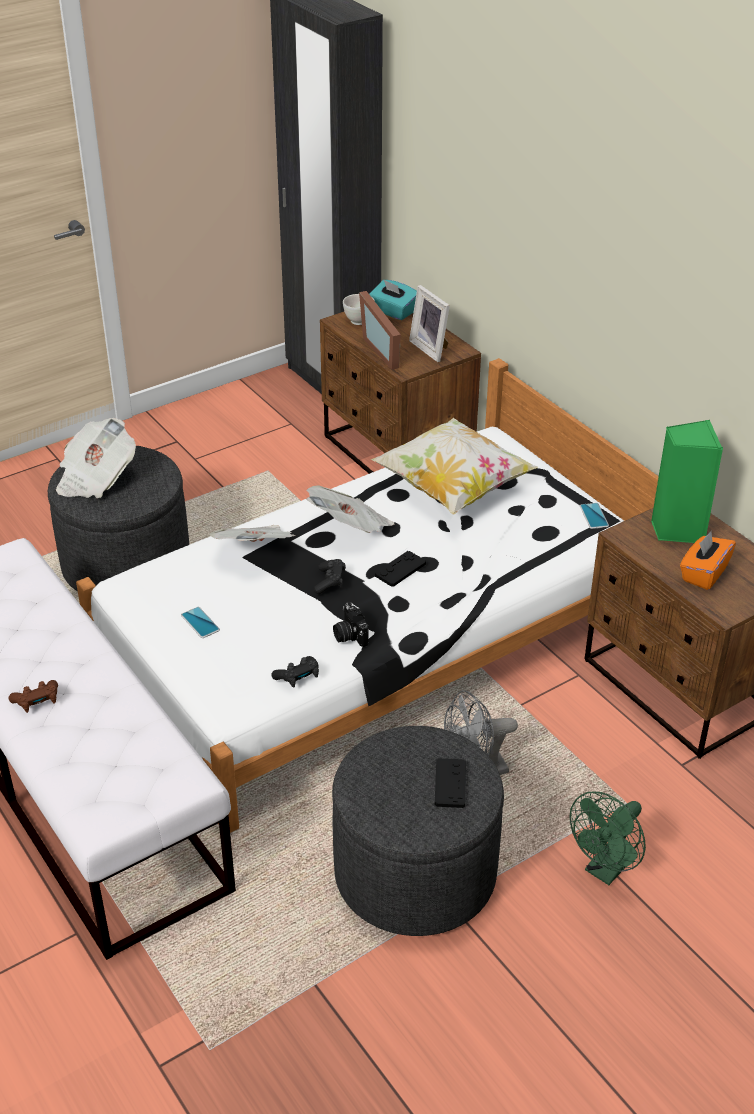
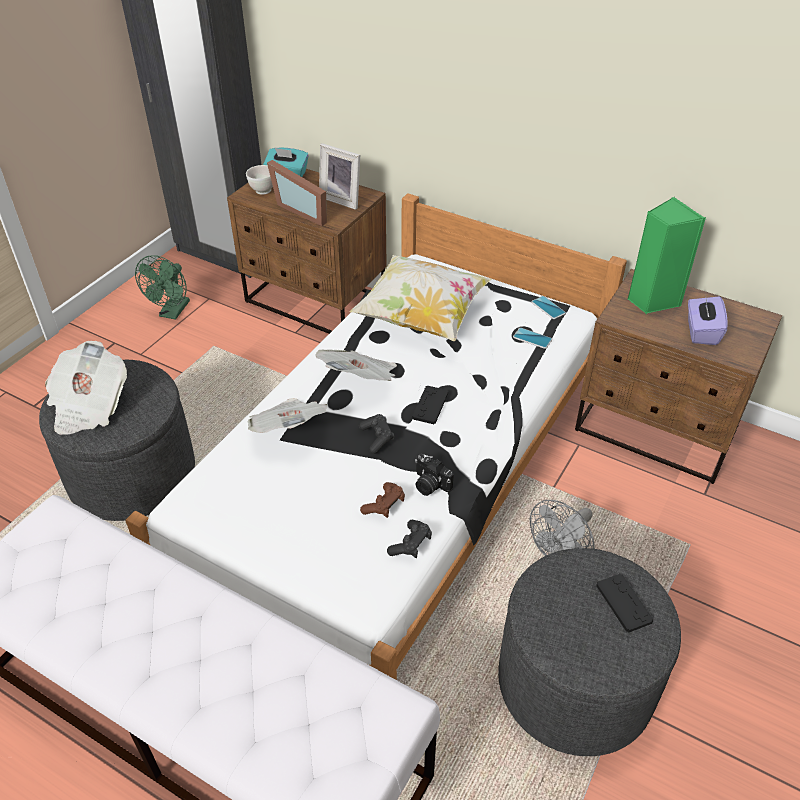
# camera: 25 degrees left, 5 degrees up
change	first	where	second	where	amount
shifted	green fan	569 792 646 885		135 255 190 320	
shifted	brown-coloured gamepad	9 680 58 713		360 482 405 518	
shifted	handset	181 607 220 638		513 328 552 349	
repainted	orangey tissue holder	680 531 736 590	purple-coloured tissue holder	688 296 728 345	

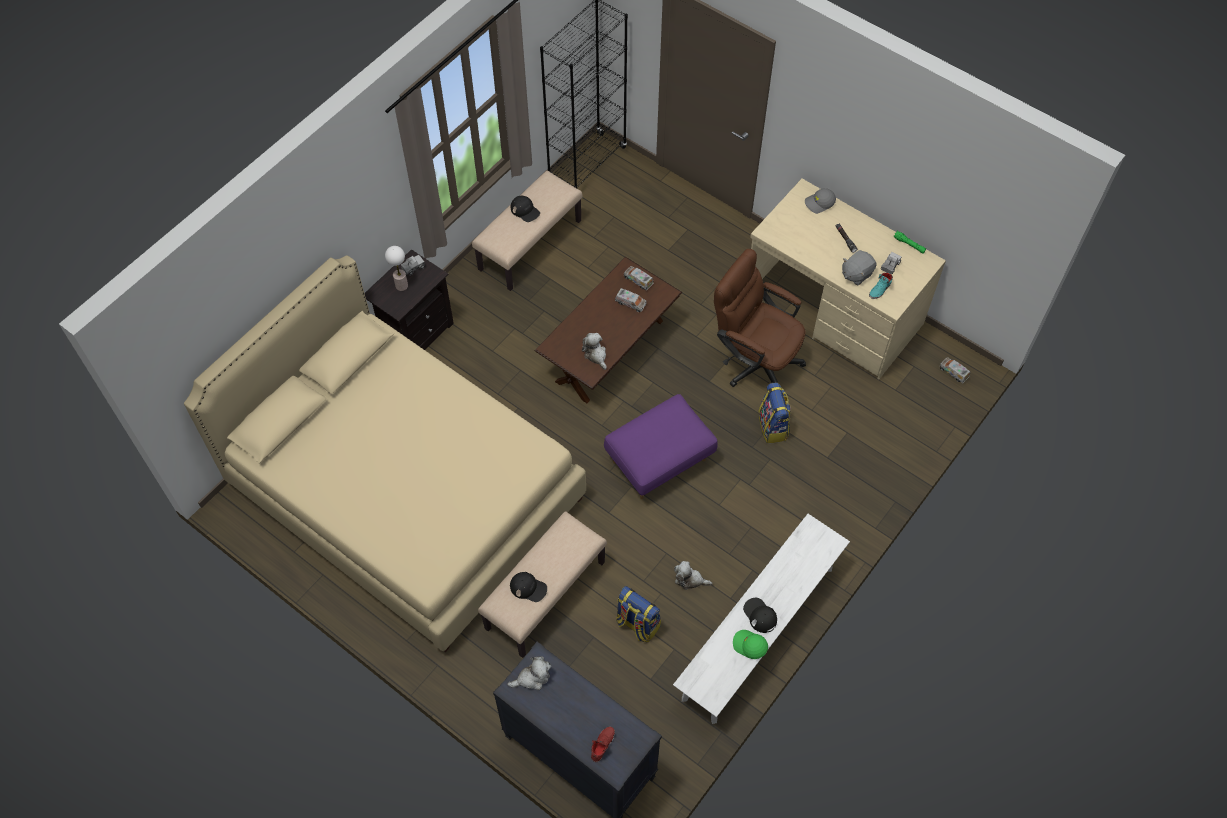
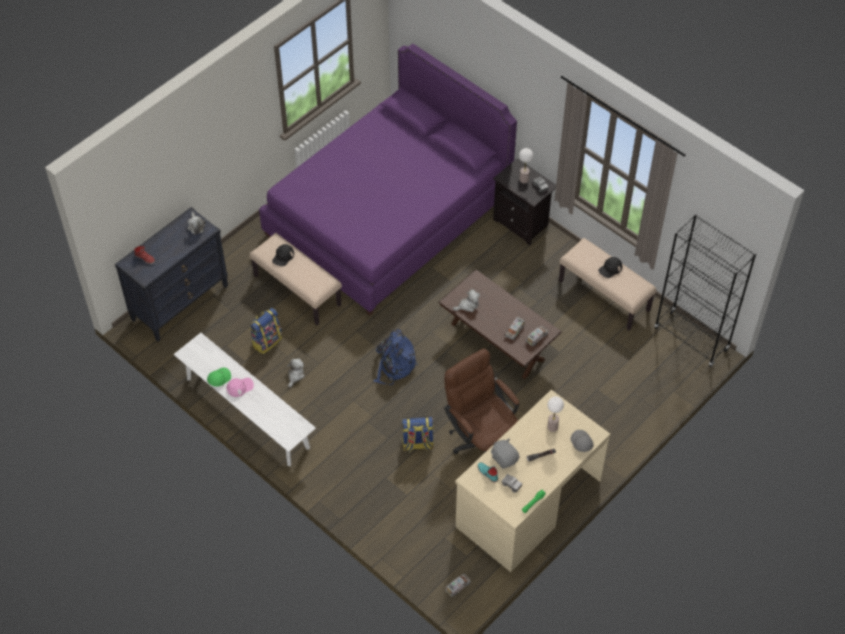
# camera: 95 degrees right, 5 degrees down
change	first	where	second	where	amount
repainted	black-coloured baseball cap	743 598 777 633	pink baseball cap	227 378 254 397	
repainted	beige-coloured sleeping bed	184 255 586 652	purple-coloured sleeping bed	259 44 517 316	
swapped	purple-coloured footrest	604 394 718 499	bluish rucksack	374 329 418 385	
rotated	brown-coloured computer chair	714 249 806 387		444 348 519 454	75 degrees counterclockwise
new			tabletop lamp	547 396 564 432	

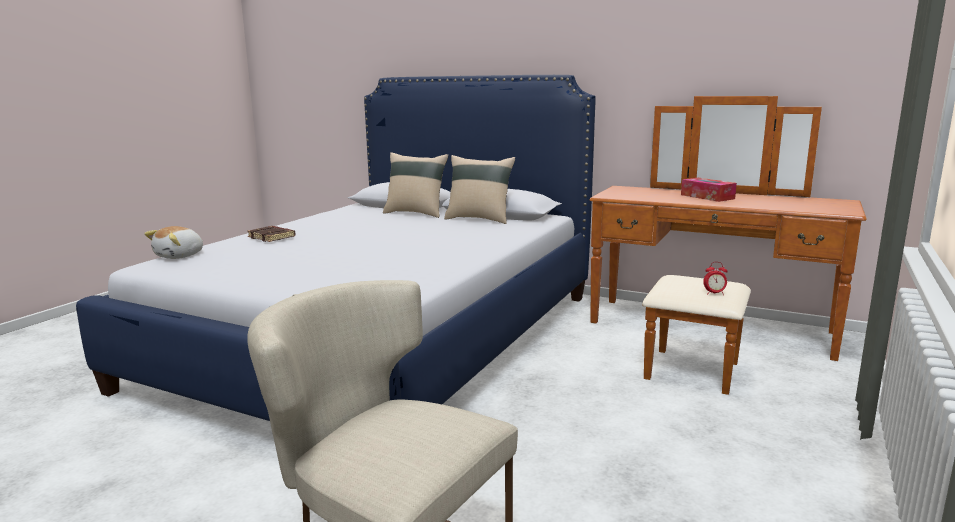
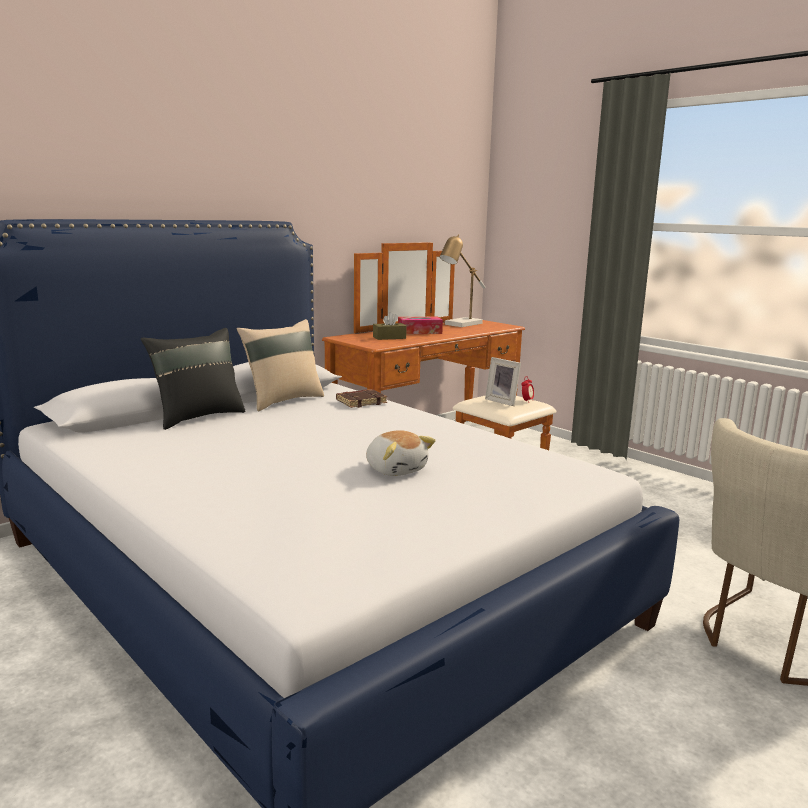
# camera: 70 degrees left, 0 degrees up
change	first	where	second	where	amount
repainted	beige-coloured pillow	383 152 448 218	black-coloured pillow	141 328 246 430	
shifted	brown-coloured bound book	247 226 295 242		336 389 387 408	
shifted	cuddly toy	144 226 203 259		366 430 436 476	
new			brown-coloured tissue holder	373 312 407 340	
new			tabletop lamp	440 234 485 327	
new			photo frame	485 357 521 406	

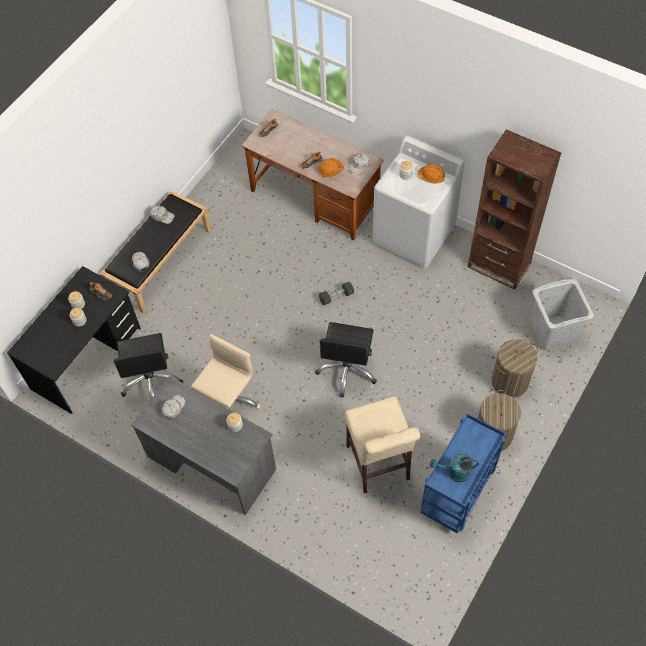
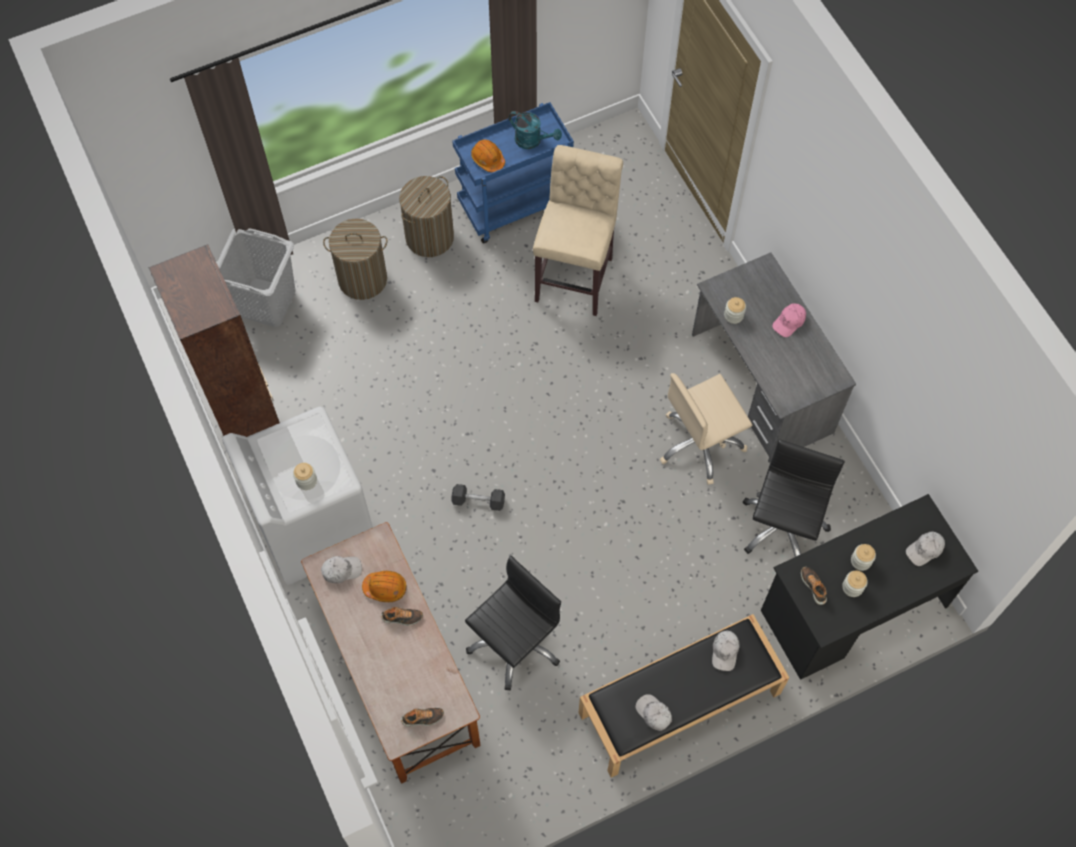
# camera: 150 degrees left, 5 degrees up
change	first	where	second	where	amount
shifted	black-coloured computer chair	315 322 377 398		465 556 561 690	
shifted	orangey hard hat	418 164 445 183		471 139 505 172	
new			pink baseball cap	772 303 806 337	
shifted	white-coloured baseball cap	162 395 185 419		906 532 945 566	

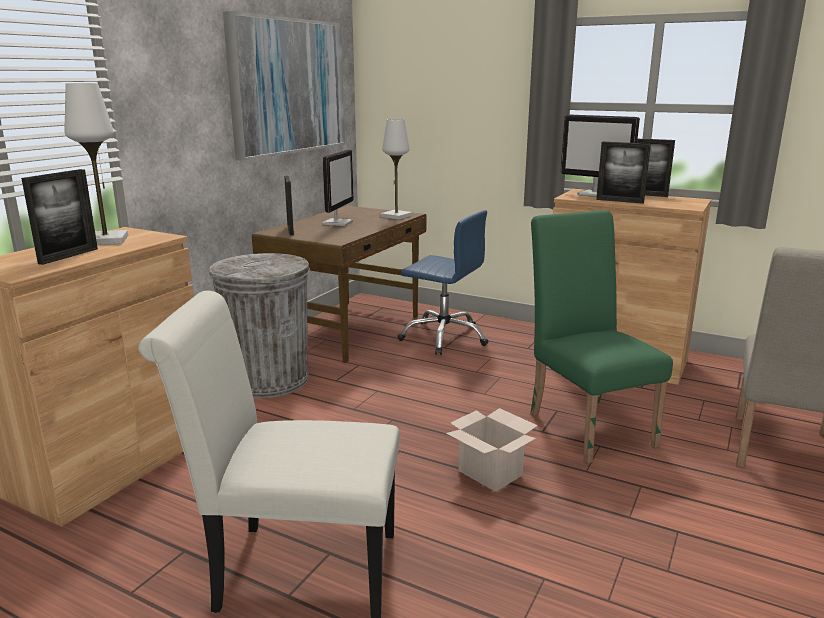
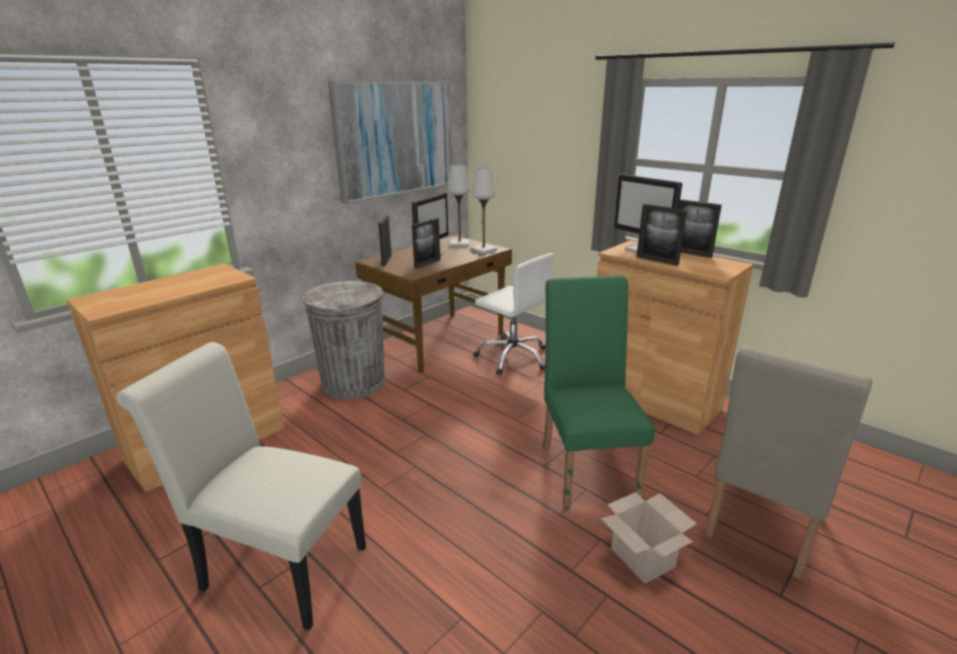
# camera: 15 degrees right, 5 degrees up
change	first	where	second	where	amount
shifted	photo frame	21 169 98 265		412 218 440 269	
shifted	white-coloured tabletop lamp	65 83 128 245		447 164 470 247	
repainted	bluish computer chair	397 210 489 355	white-coloured computer chair	473 253 554 375	
shifted	carton	446 408 538 492		601 492 697 583	

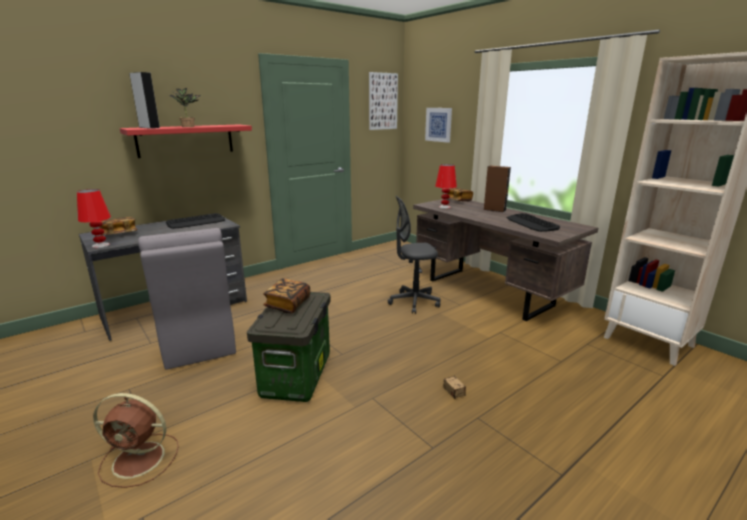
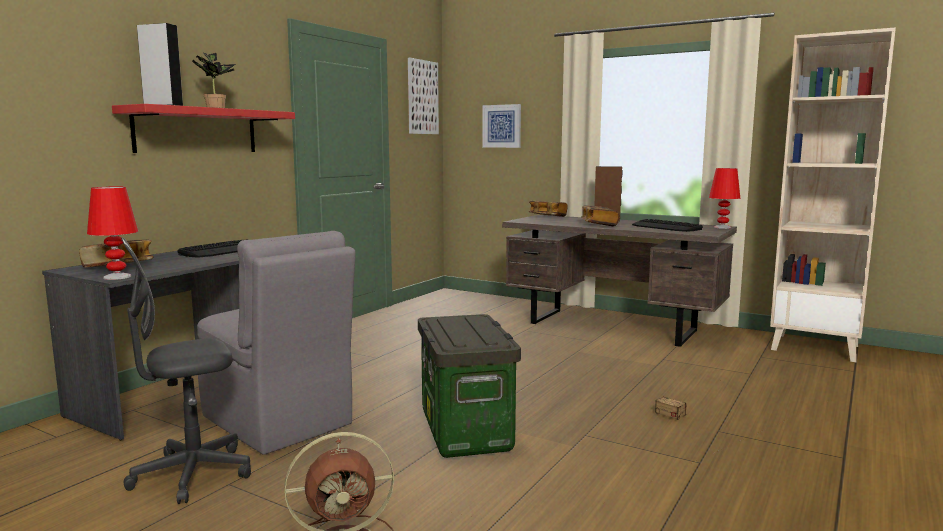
# camera: 20 degrees left, 10 degrees down
change	first	where	second	where	amount
shifted	grey computer chair	388 196 441 314		121 238 251 504	
shifted	bound book	263 278 310 313		581 205 619 226	
shifted	red tabletop lamp	435 164 457 209		709 168 740 229	

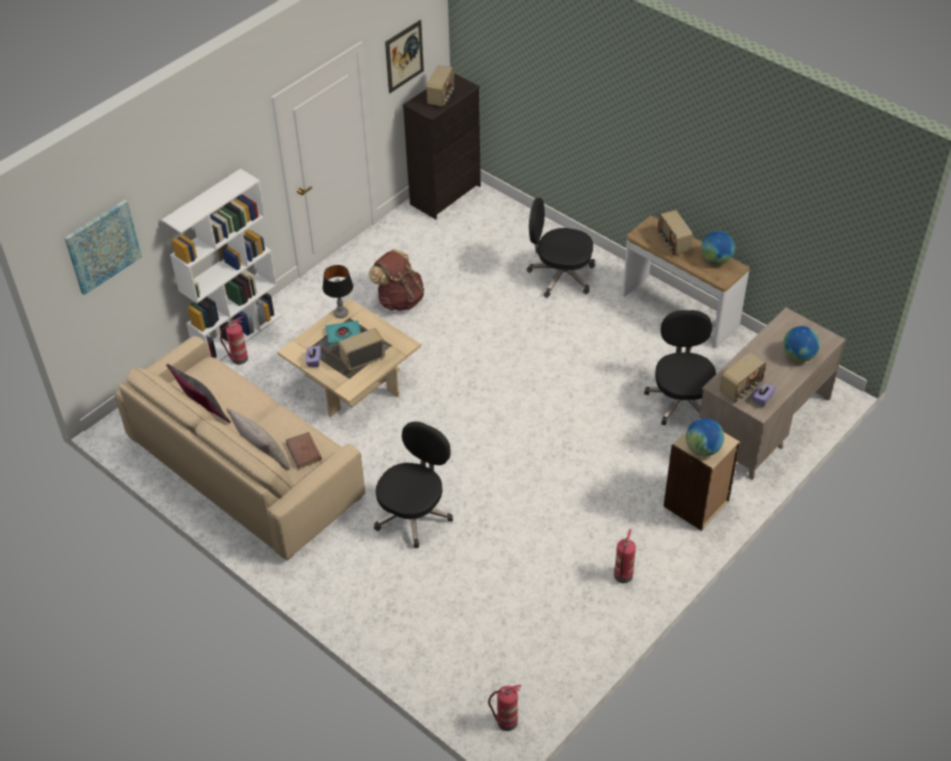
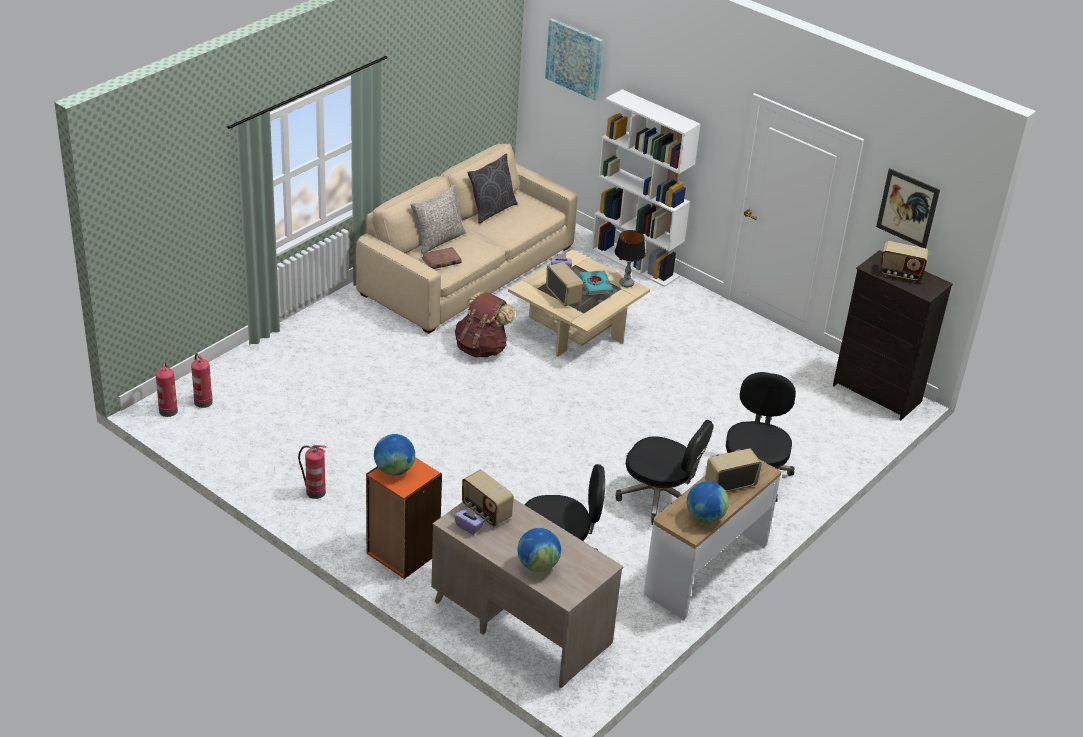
# camera: 85 degrees right, 10 degrees down
change	first	where	second	where	amount
shifted	extinguisher	220 317 248 365		191 353 213 408	
repainted	beige-coloured shelving unit	663 417 741 531	orangey shelving unit	366 457 442 579	
shifted	brown-coloured rucksack	368 249 424 311		455 292 515 358	
shifted	black-coloured computer chair	374 421 453 548		616 420 714 525	

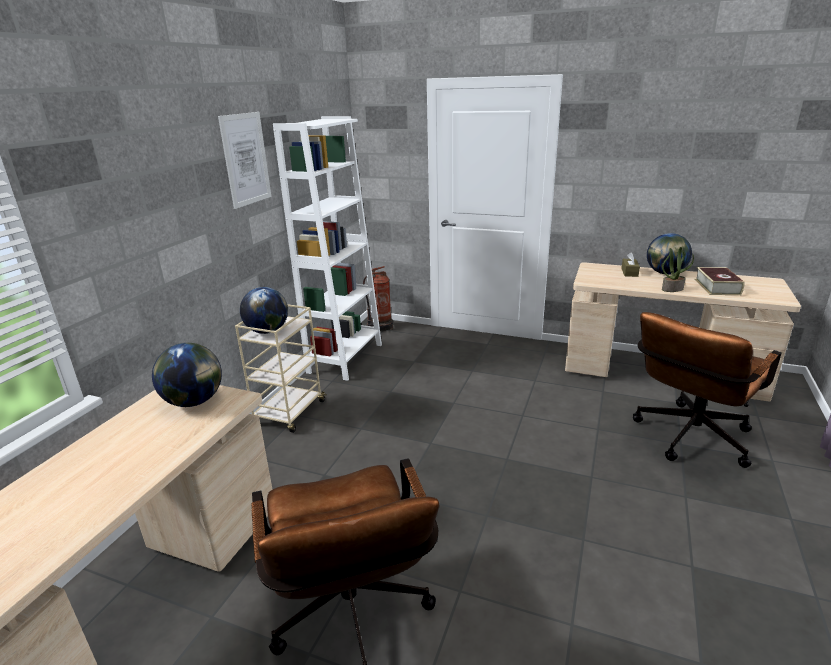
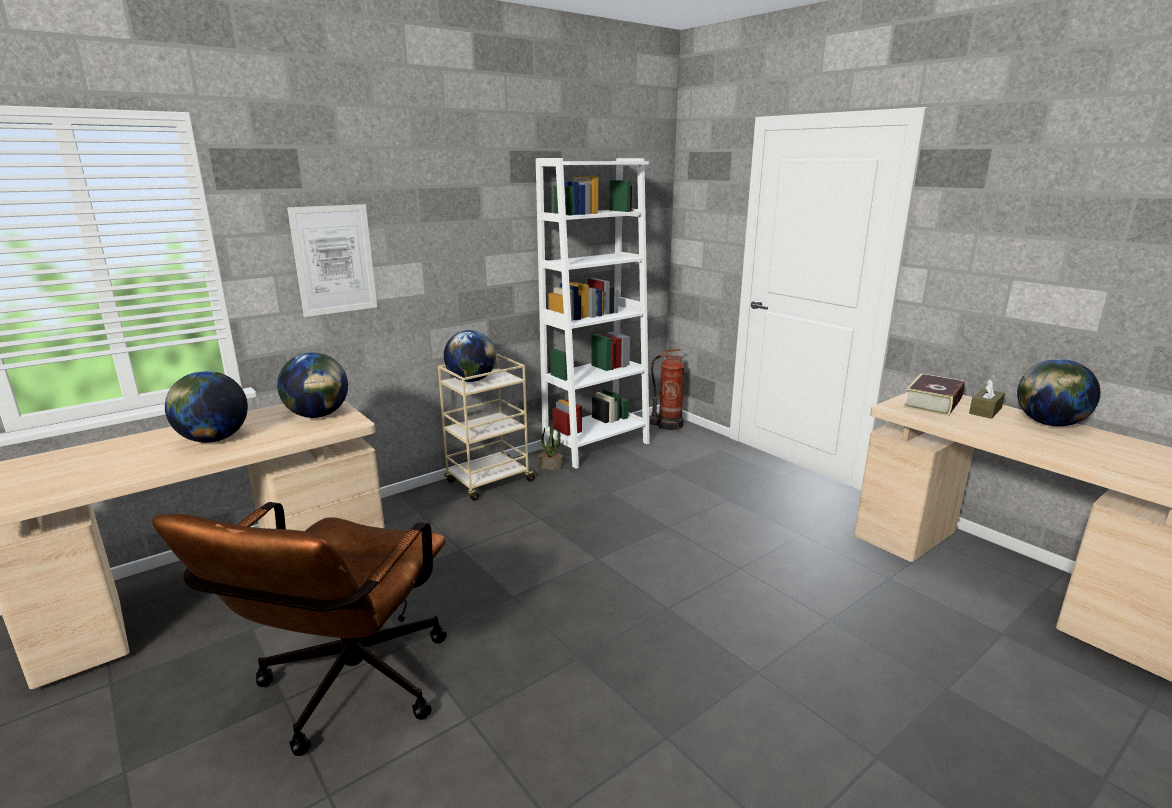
# camera: 30 degrees right, 5 degrees down
change	first	where	second	where	amount
new			globe	165 371 248 443	
shifted	picture	218 112 271 209		287 204 377 317	
shifted	houseplant	662 247 694 292		538 423 563 470	
shifted	bound book	694 267 745 295		903 373 965 416	
gone	brown-coloured computer chair	633 312 781 468			

